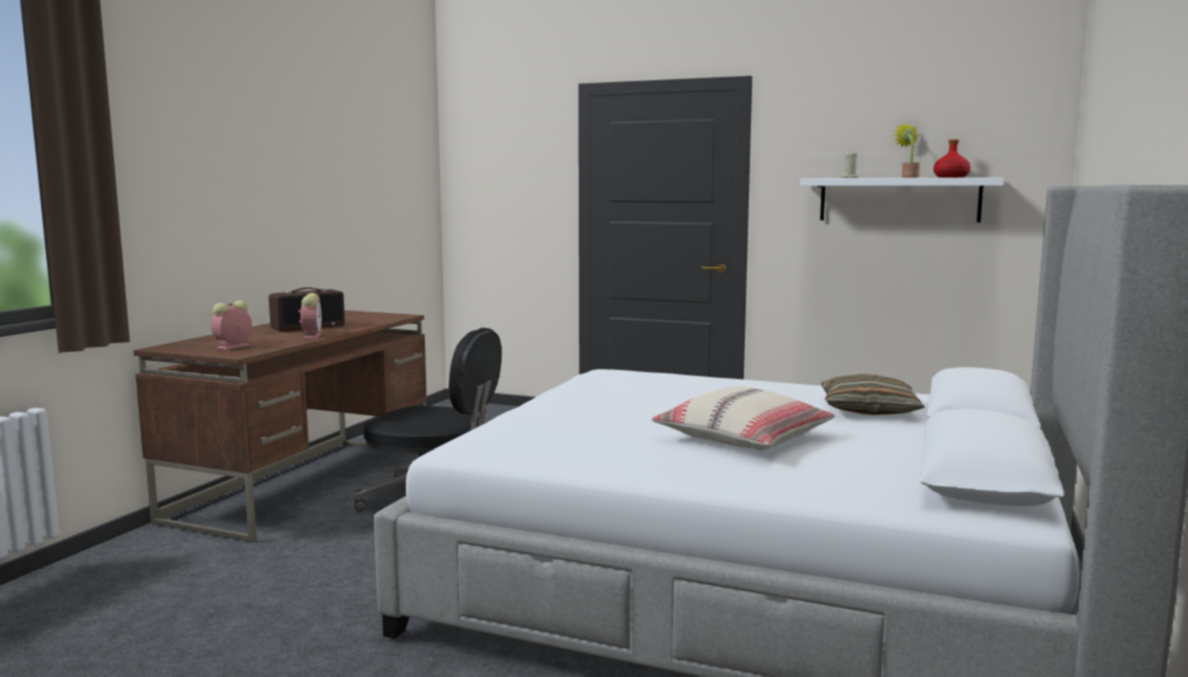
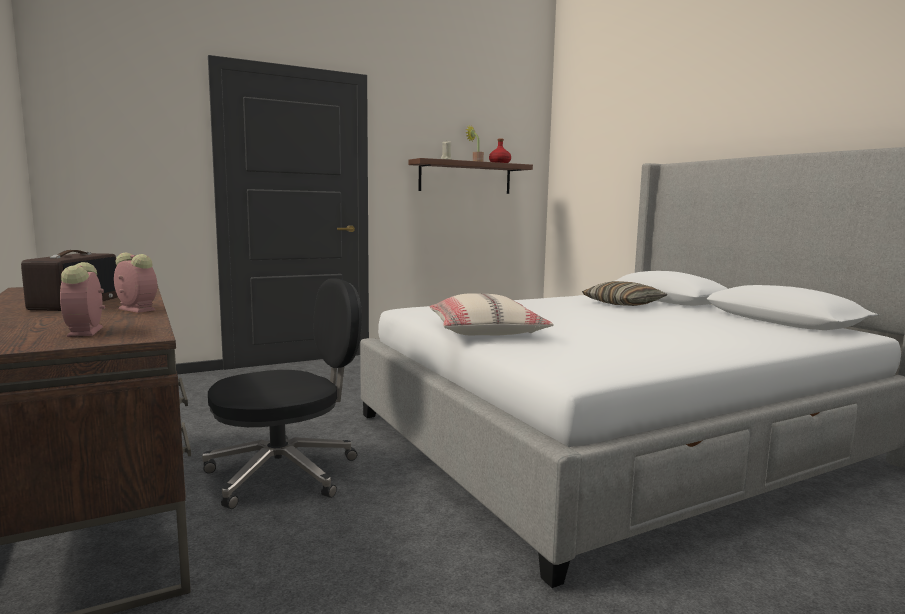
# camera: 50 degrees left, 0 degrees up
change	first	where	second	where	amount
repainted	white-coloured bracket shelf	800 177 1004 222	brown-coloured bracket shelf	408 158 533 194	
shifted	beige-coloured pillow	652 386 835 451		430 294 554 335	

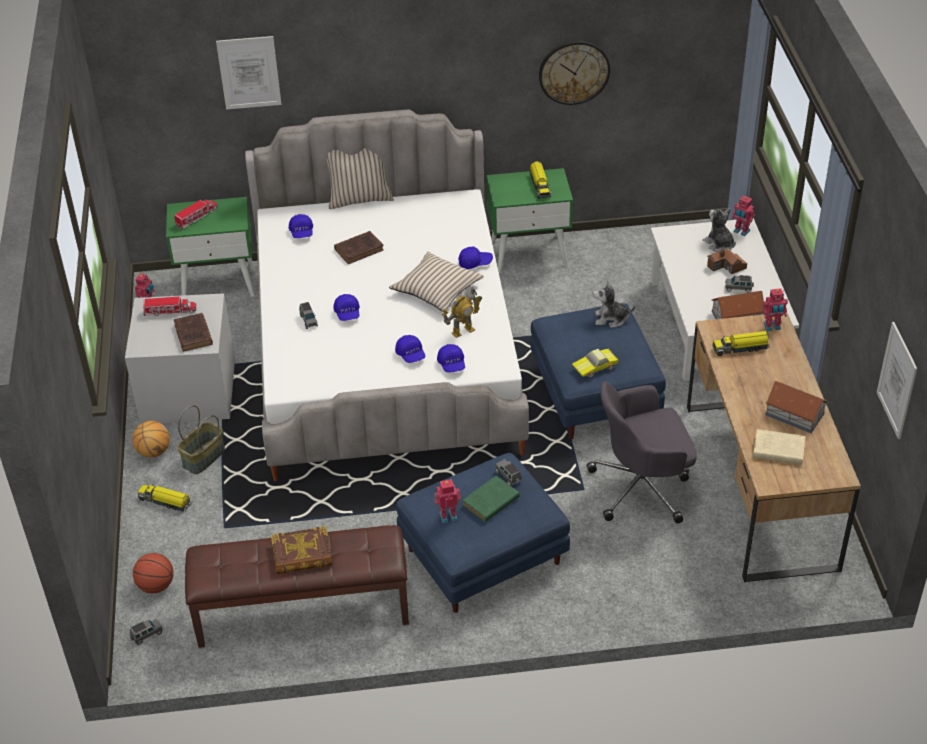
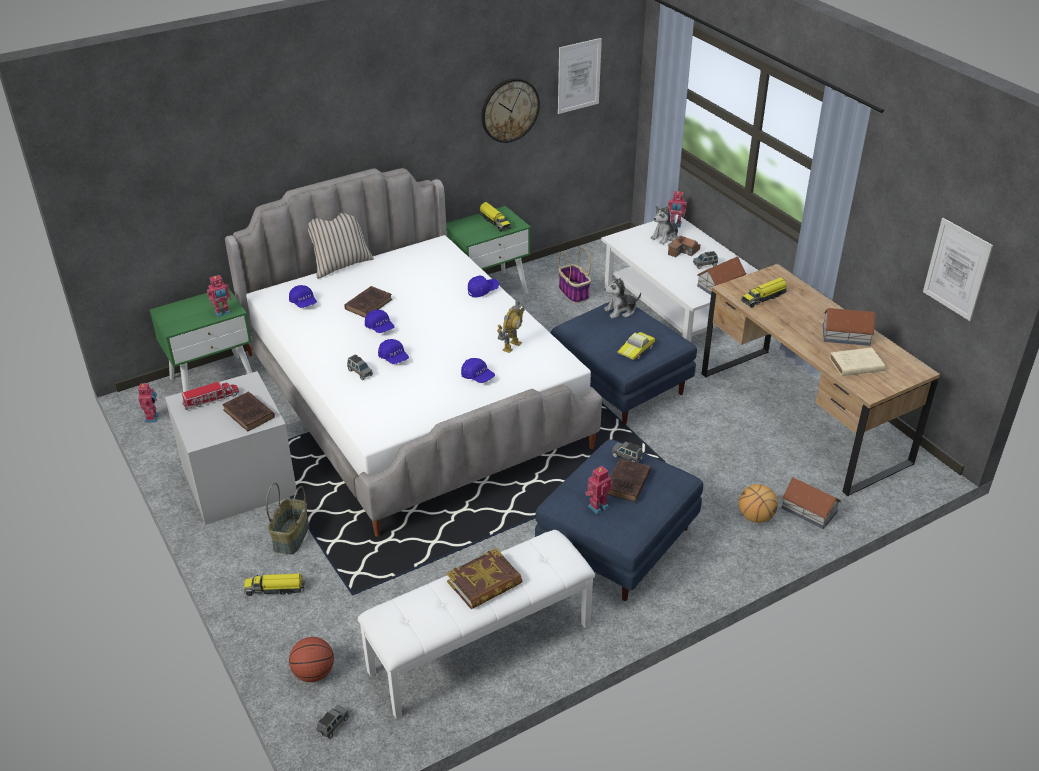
# camera: 25 degrees left, 5 degrees down
change	first	where	second	where	amount
shifted	robot figure	763 288 788 331		207 275 232 317	
repainted	brown-coloured long seat	185 525 409 648	white-coloured long seat	358 530 595 719	
shifted	bluish baseball cap	437 344 465 373		365 310 395 333	
shifted	picture	216 36 281 110		558 38 602 114	
new			basket	559 247 591 304	
repainted	green bound book	462 476 520 522	brown-coloured bound book	607 458 651 502	
rotated	cuddly toy	703 208 736 252		650 206 679 245	75 degrees counterclockwise
shifted	basketball ball	132 421 170 458		739 484 778 523	
new			model house	782 478 841 529	
gone	model truck	174 200 218 229			
gone	beige-coloured pillow	389 252 484 312			
gone	grey computer chair	587 381 697 523			

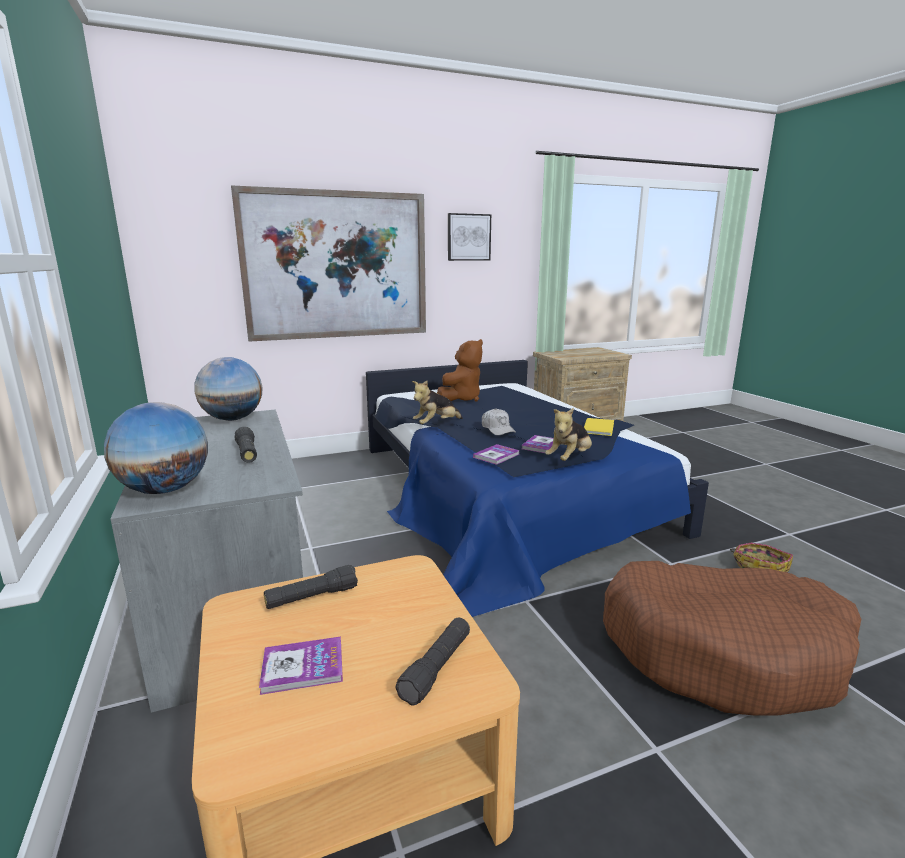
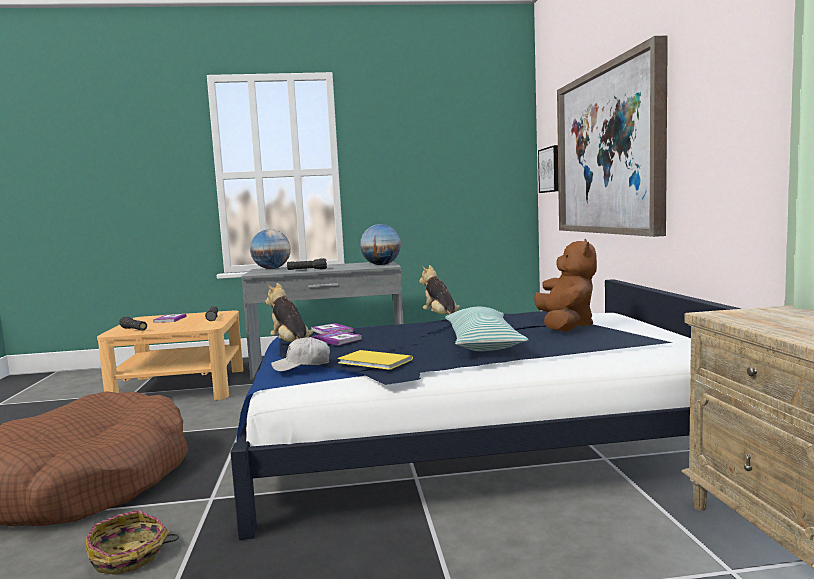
# camera: 105 degrees right, 10 degrees down
change	first	where	second	where	amount
shifted	white-coloured baseball cap	482 408 516 436		271 336 330 371	
new			pillow	445 307 528 351	
rotated	brown-coloured cuddly toy	437 339 483 402		534 239 597 332	135 degrees counterclockwise
shifted	picture	448 213 491 261		538 145 558 193	

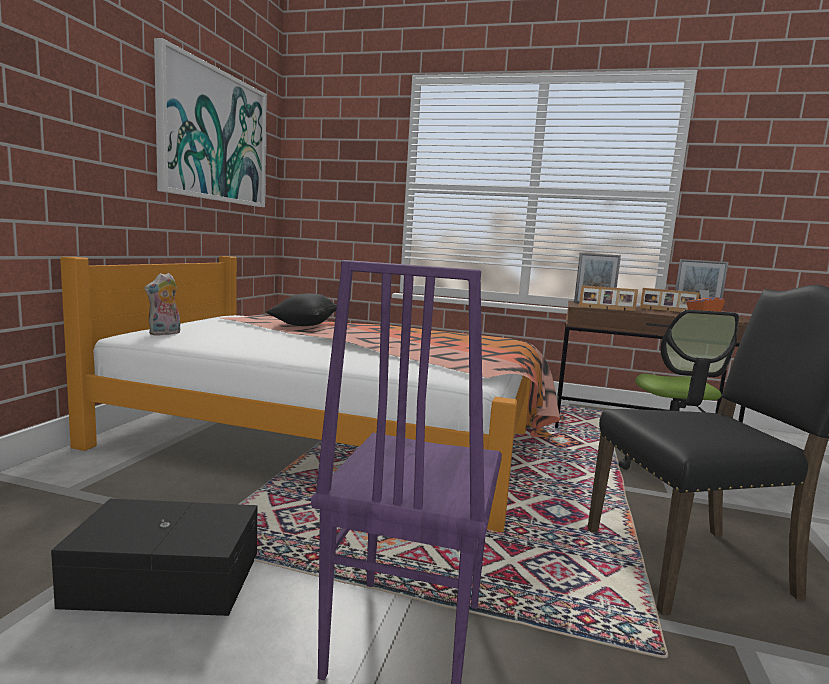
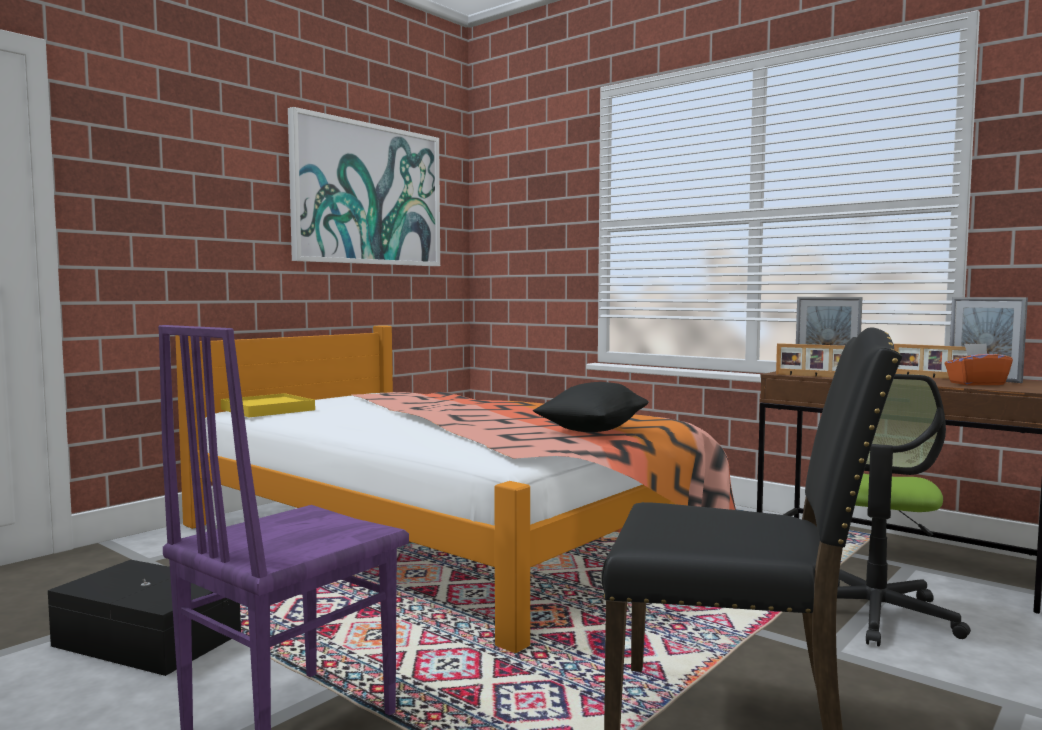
# camera: 25 degrees right, 5 degrees down
change	first	where	second	where	amount
swapped	cuddly toy	144 273 180 336	yellow-coloured tray	221 393 315 417	
shifted	black-coloured pillow	266 293 337 326		533 382 649 432	

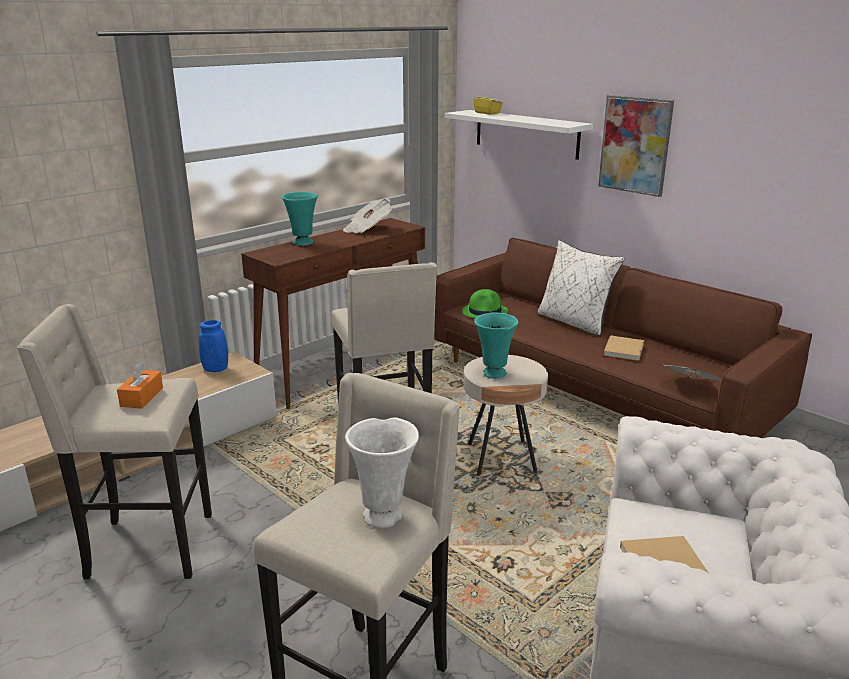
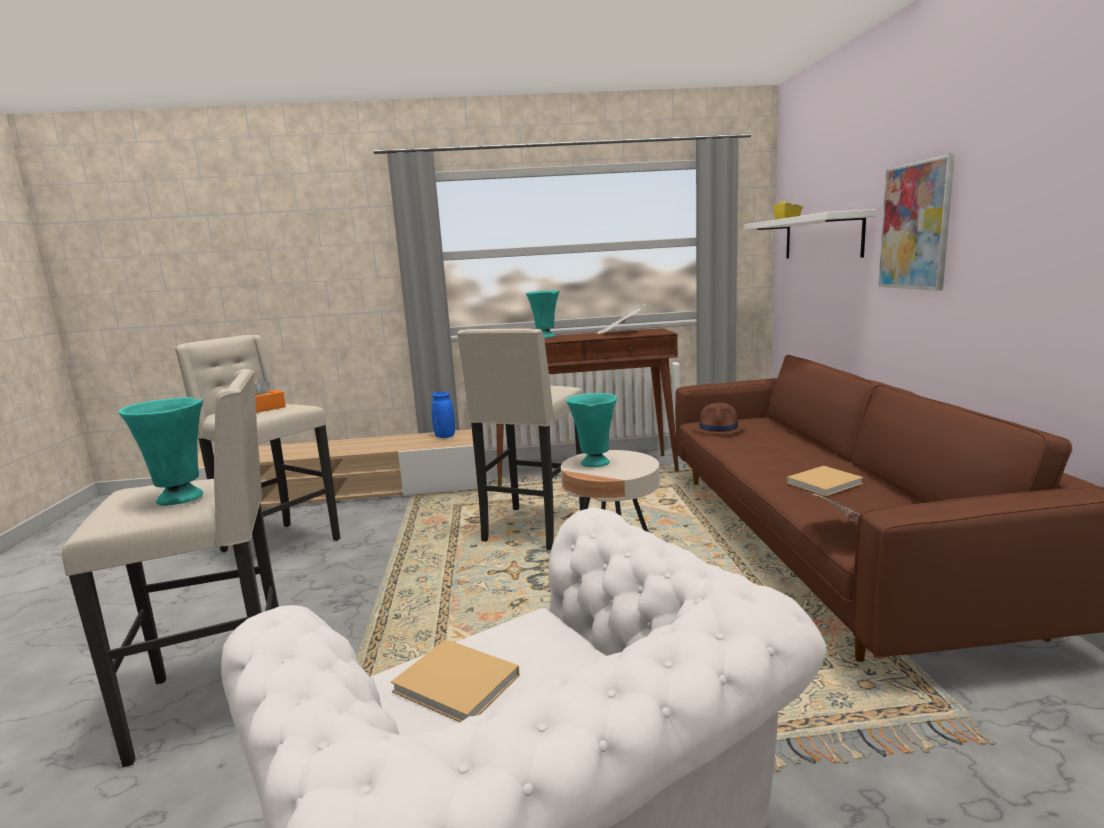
# camera: 40 degrees right, 10 degrees down
change	first	where	second	where	amount
repainted	white-coloured decorative vase	345 418 419 528	turquoise decorative vase	118 397 203 506	
repainted	green clothing hat	463 289 508 318	brown-coloured clothing hat	692 403 746 434	
gone	white-coloured pillow	538 240 624 336			

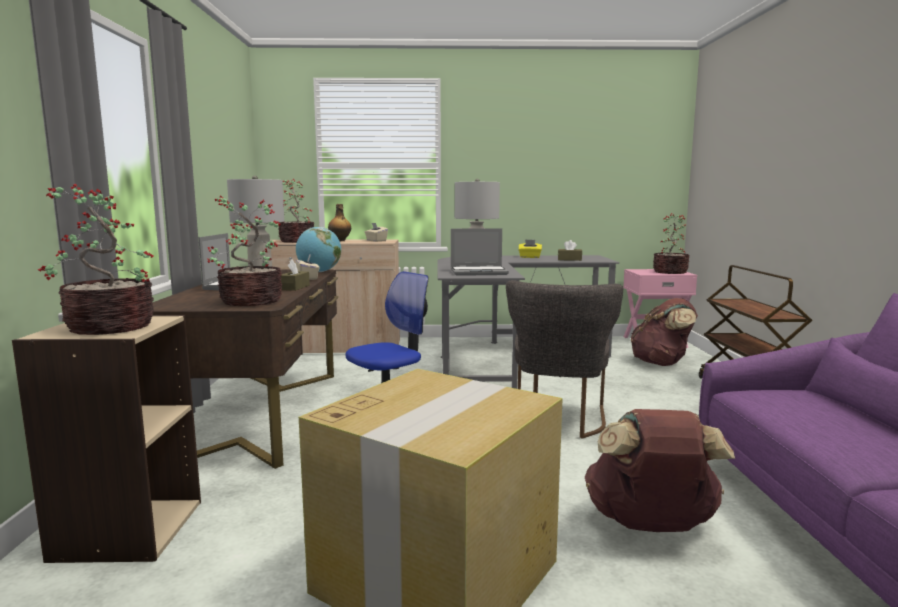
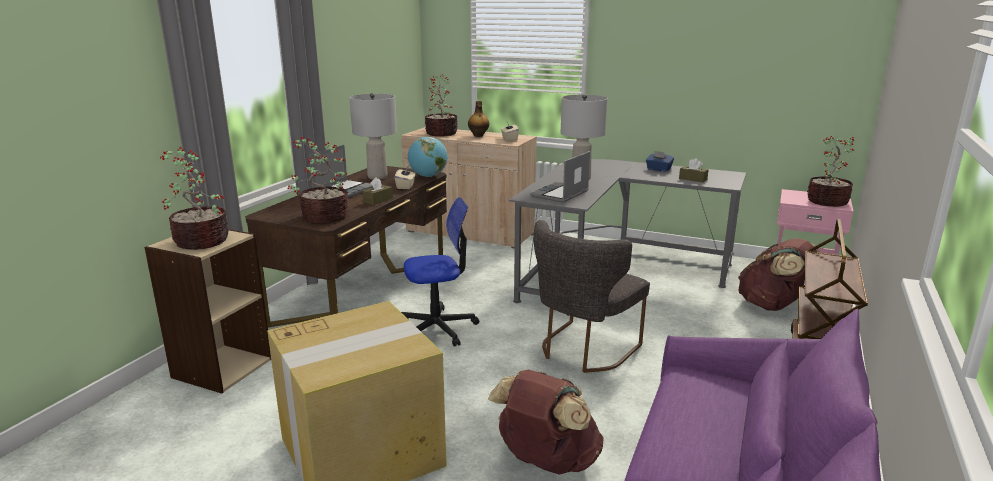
# camera: 25 degrees right, 10 degrees up
change	first	where	second	where	amount
rotated	portable computer	451 228 509 276		530 151 590 203	105 degrees clockwise
repainted	yellow-coloured tissue holder	518 239 542 258	bluish tissue holder	646 151 674 172	

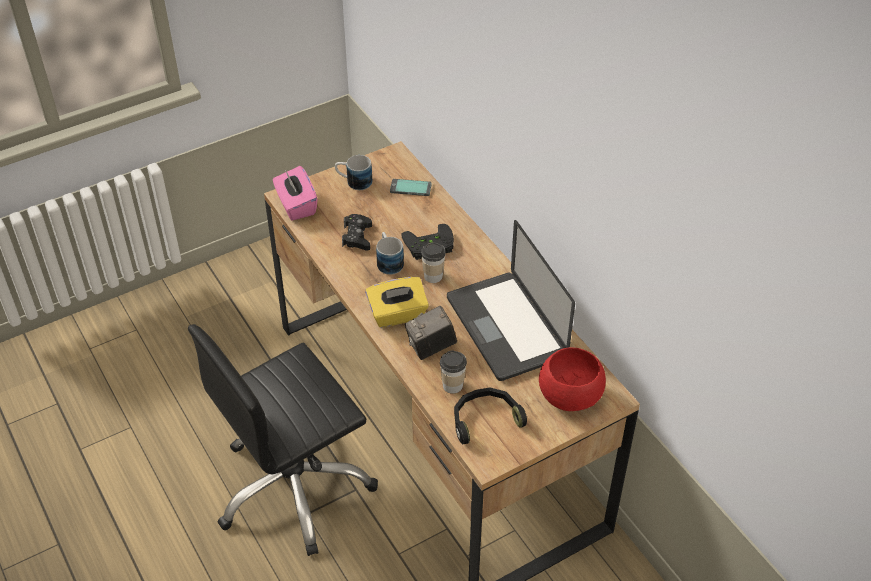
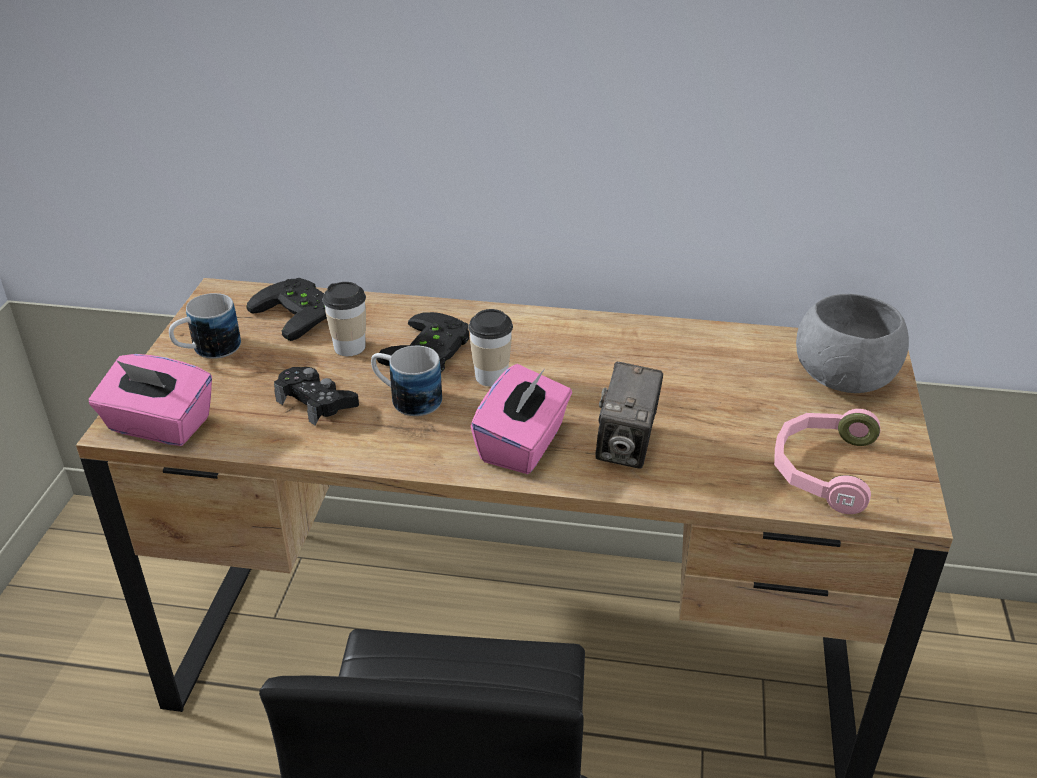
# camera: 50 degrees left, 10 degrees down
change	first	where	second	where	amount
swapped	handset	390 179 432 196	black-coloured gamepad	246 278 327 341	
shifted	cup	440 351 467 394		323 282 366 356	
repainted	yellow-coloured tissue holder	365 277 429 328	pink tissue holder	470 364 572 474	
repainted	black-coloured headset	454 388 527 444	pink headset	774 409 880 514	
repainted	red bowl	539 347 606 411	grey bowl	796 294 909 393	
gone	portable computer	447 220 575 381			

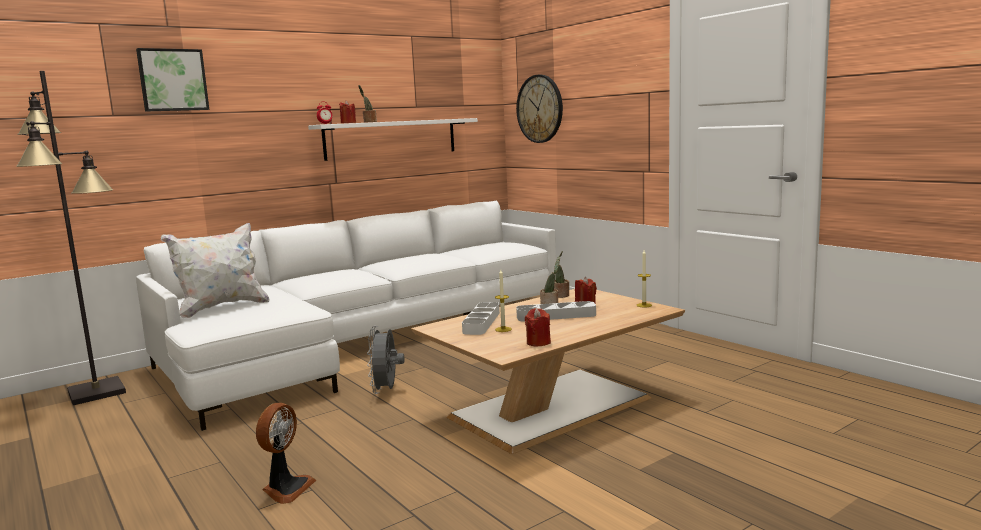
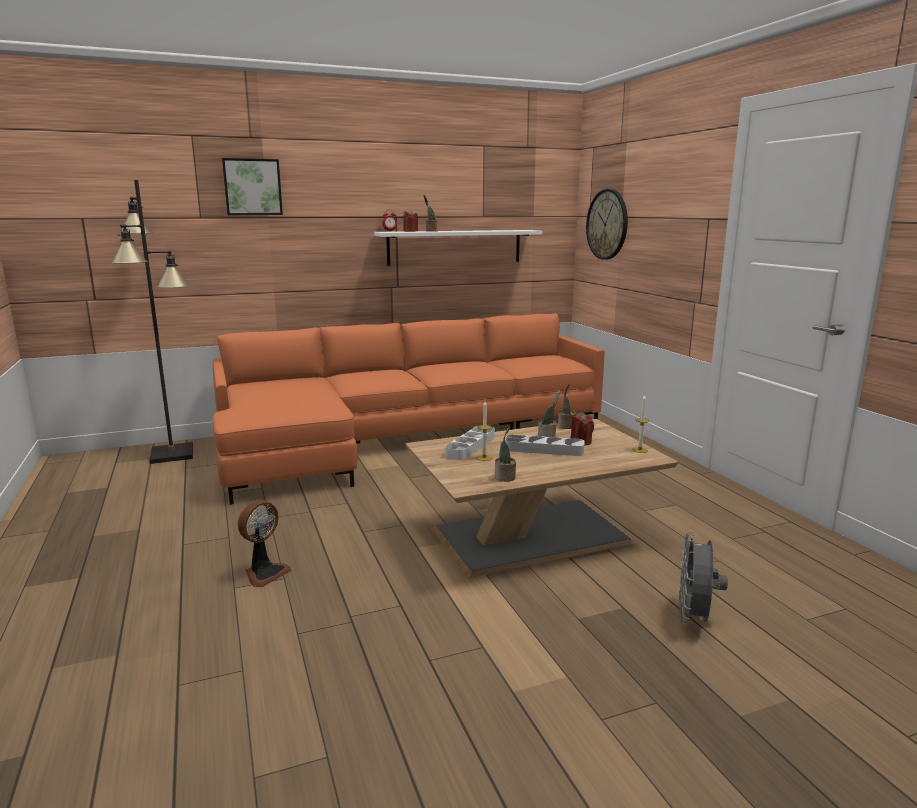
# camera: 15 degrees right, 5 degrees up
change	first	where	second	where	amount
repainted	white-coloured sofa	136 201 556 431	orangey sofa	213 313 605 505	
swapped	red wax light	525 308 551 346	houseplant	495 427 516 482	
shifted	grey fan	367 326 405 394		679 532 728 625	
gone	white-coloured pillow	161 223 270 318			

